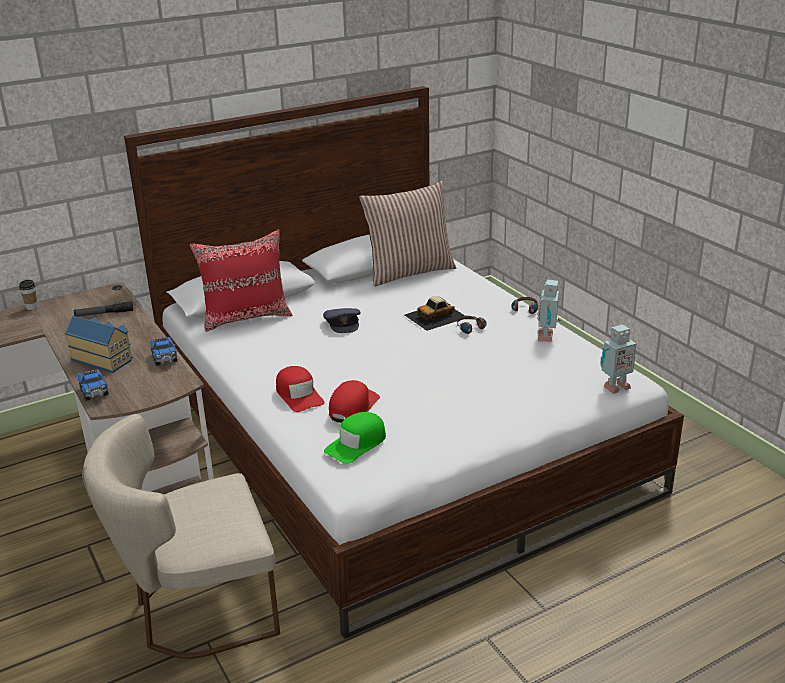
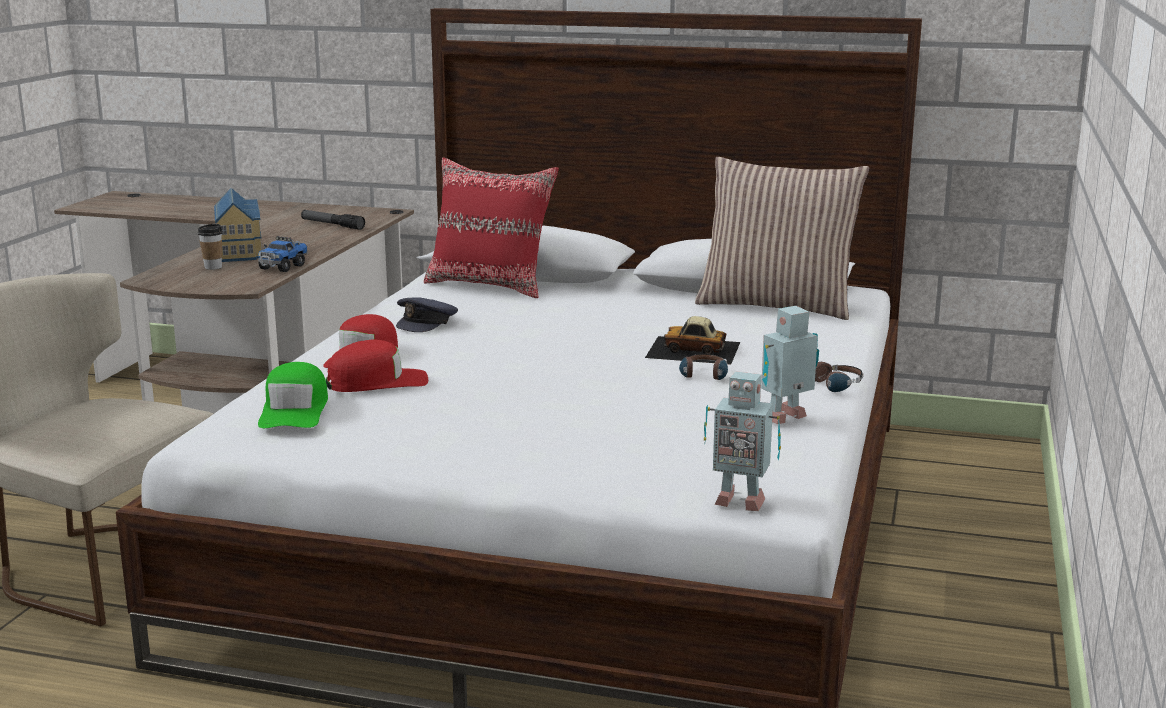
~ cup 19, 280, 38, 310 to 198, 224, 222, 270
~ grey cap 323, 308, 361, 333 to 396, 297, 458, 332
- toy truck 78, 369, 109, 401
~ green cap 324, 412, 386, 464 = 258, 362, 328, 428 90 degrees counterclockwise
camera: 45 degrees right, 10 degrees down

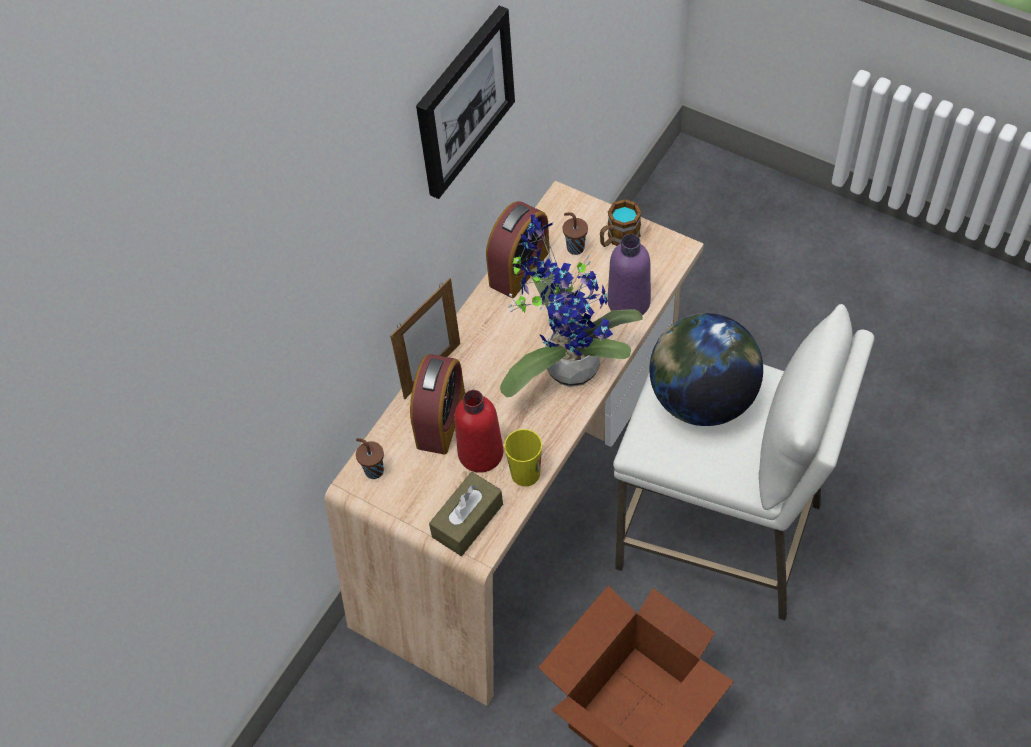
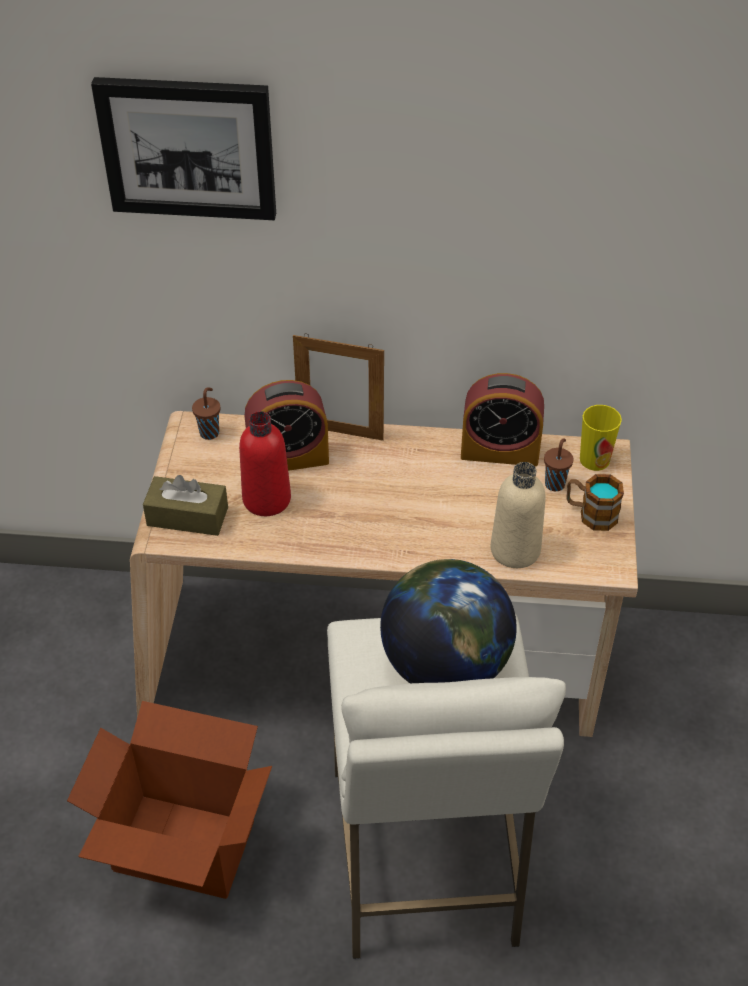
~ picture 416, 5, 515, 199 to 91, 77, 276, 220
- potted plant 500, 215, 643, 397
~ purple bottle 607, 234, 651, 315 to beige bottle 491, 462, 546, 568
~ cup 504, 429, 542, 486 to 580, 405, 622, 471
camera: 60 degrees right, 10 degrees down

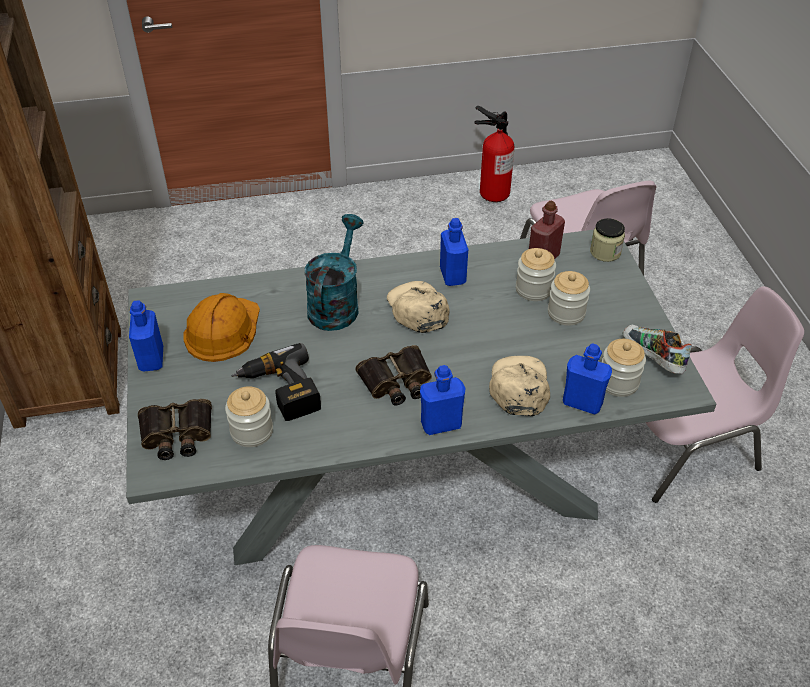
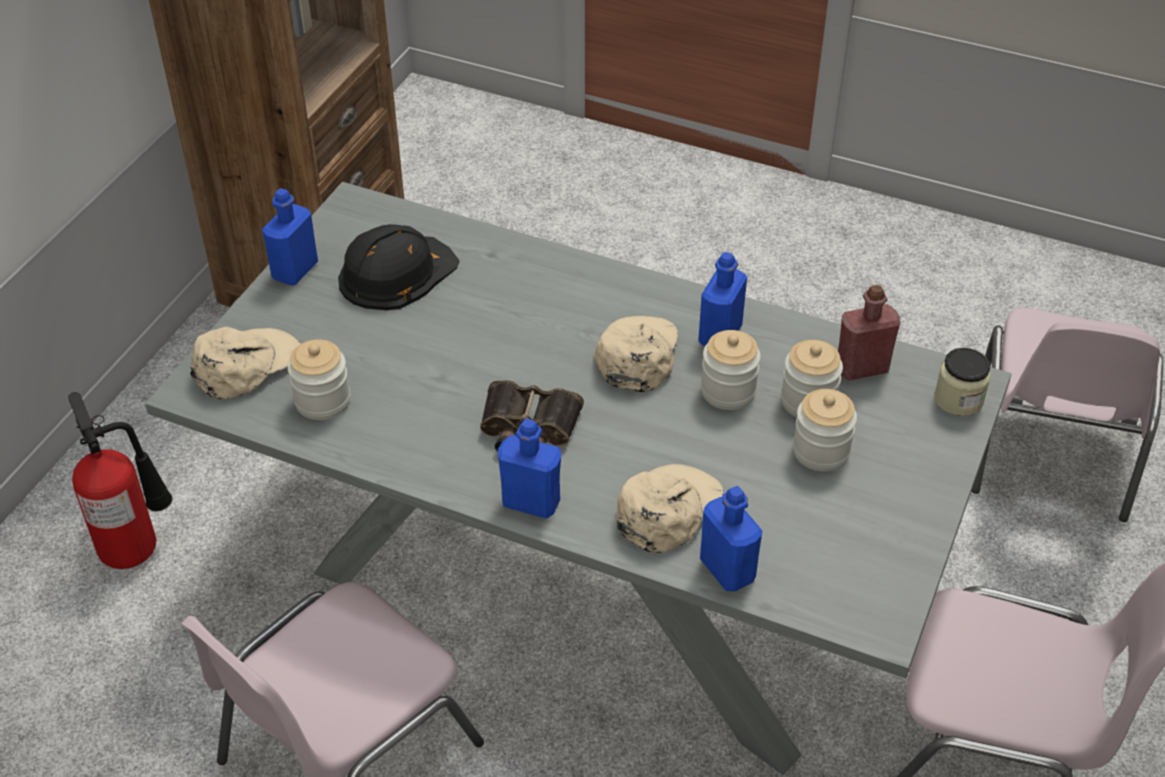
~ fire extinguisher 474, 106, 514, 202 to 68, 392, 173, 569
- turquoise watering can 305, 214, 364, 331
~ orange hard hat 183, 293, 260, 362 to black hard hat 338, 224, 460, 310
- shoe 622, 325, 692, 374
~ jar 602, 339, 646, 397 to 701, 330, 761, 410
- power drill 232, 343, 321, 421
~ binoculars 138, 399, 212, 460 to beige cap 190, 327, 301, 399
camera: 35 degrees right, 0 degrees up

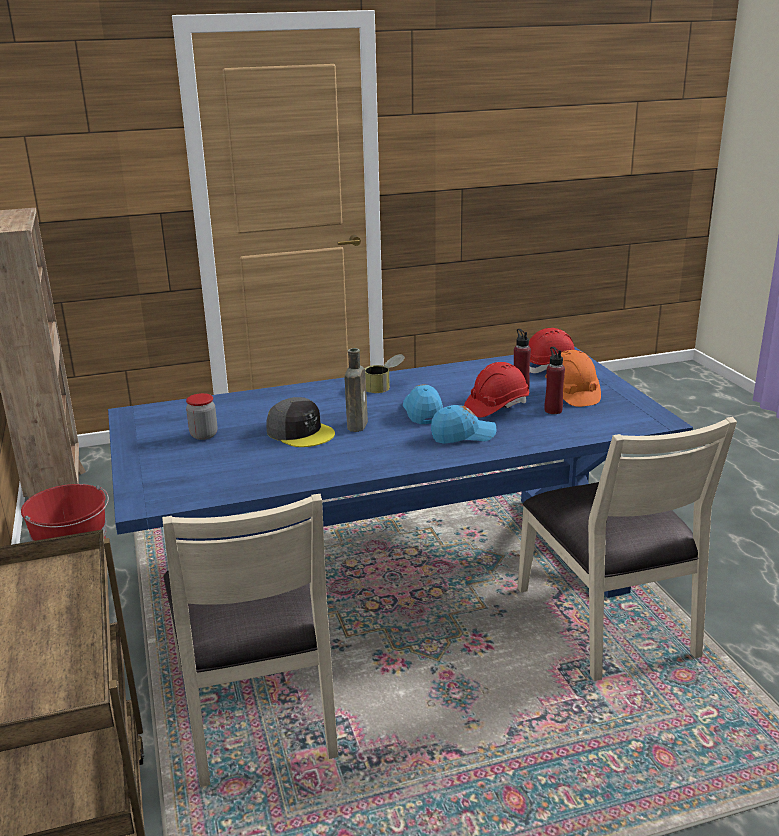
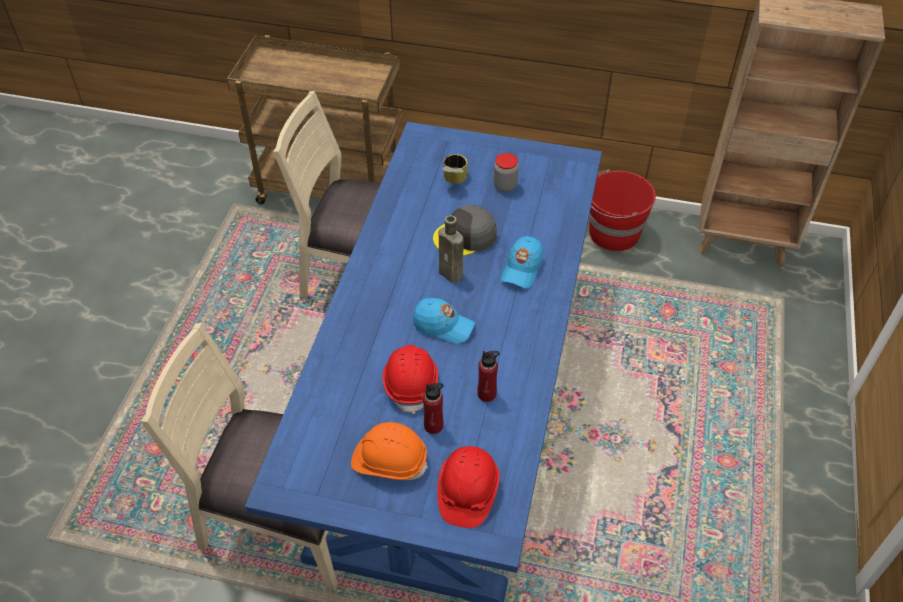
~ red bottle 544, 347, 565, 414 to 477, 351, 499, 402
~ can 364, 354, 405, 393 to 442, 154, 468, 184
~ blue cap 431, 405, 497, 444 to 500, 236, 543, 288
camera: 120 degrees right, 25 degrees up

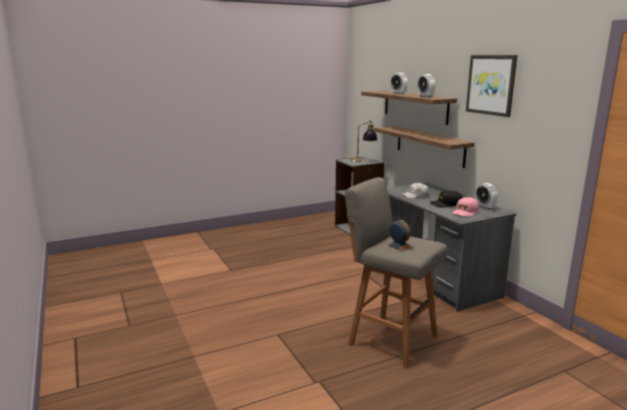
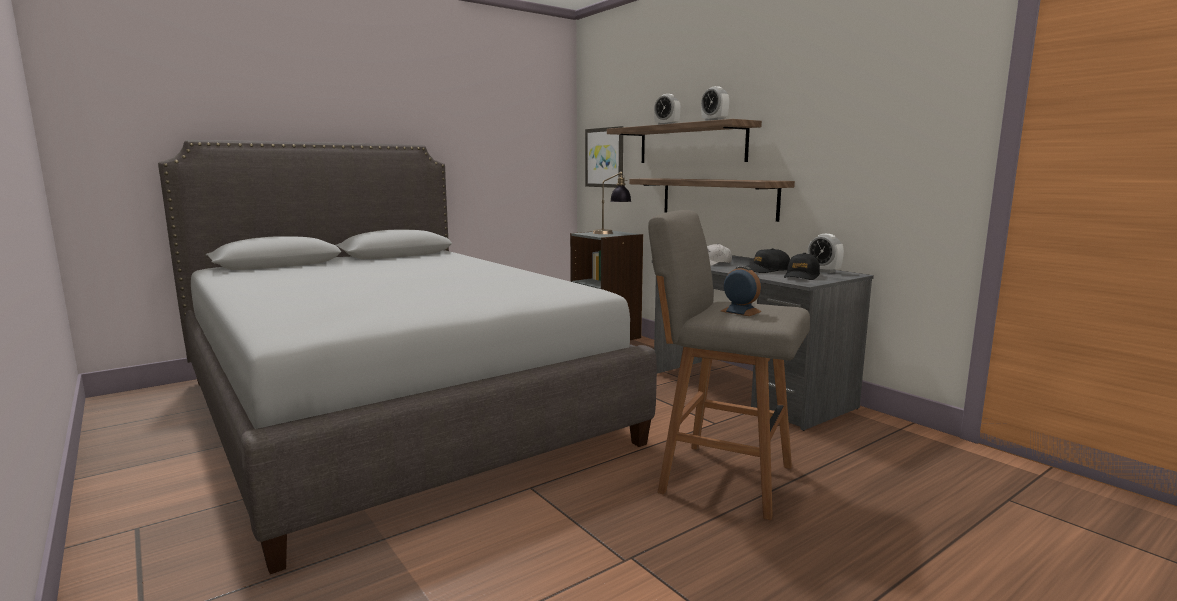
~ picture 466, 55, 517, 117 to 585, 126, 623, 188
~ pink cap 452, 197, 479, 217 to black cap 784, 253, 820, 280
+ grey bed 158, 140, 657, 574
camera: 10 degrees left, 5 degrees down

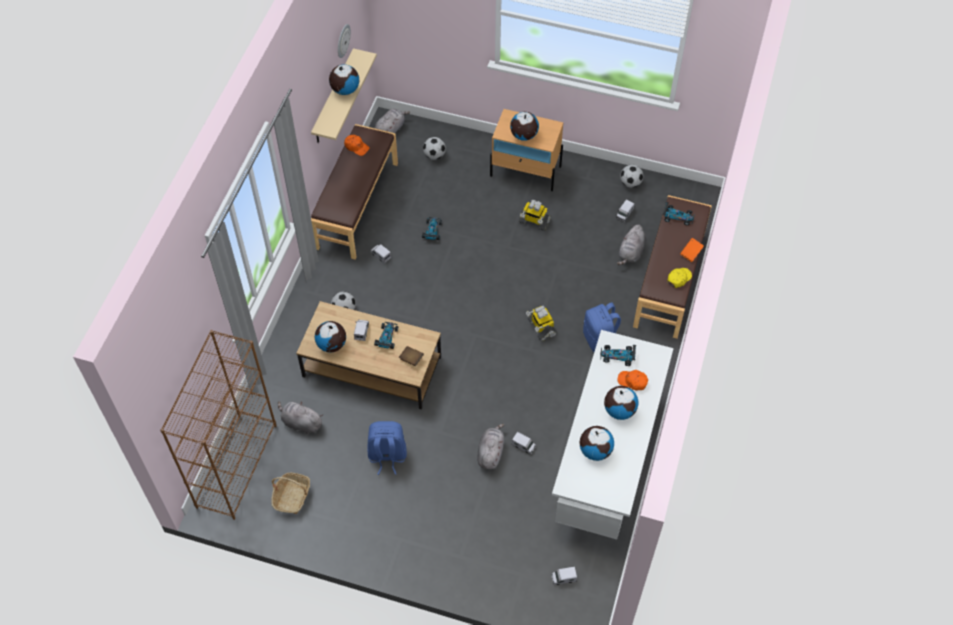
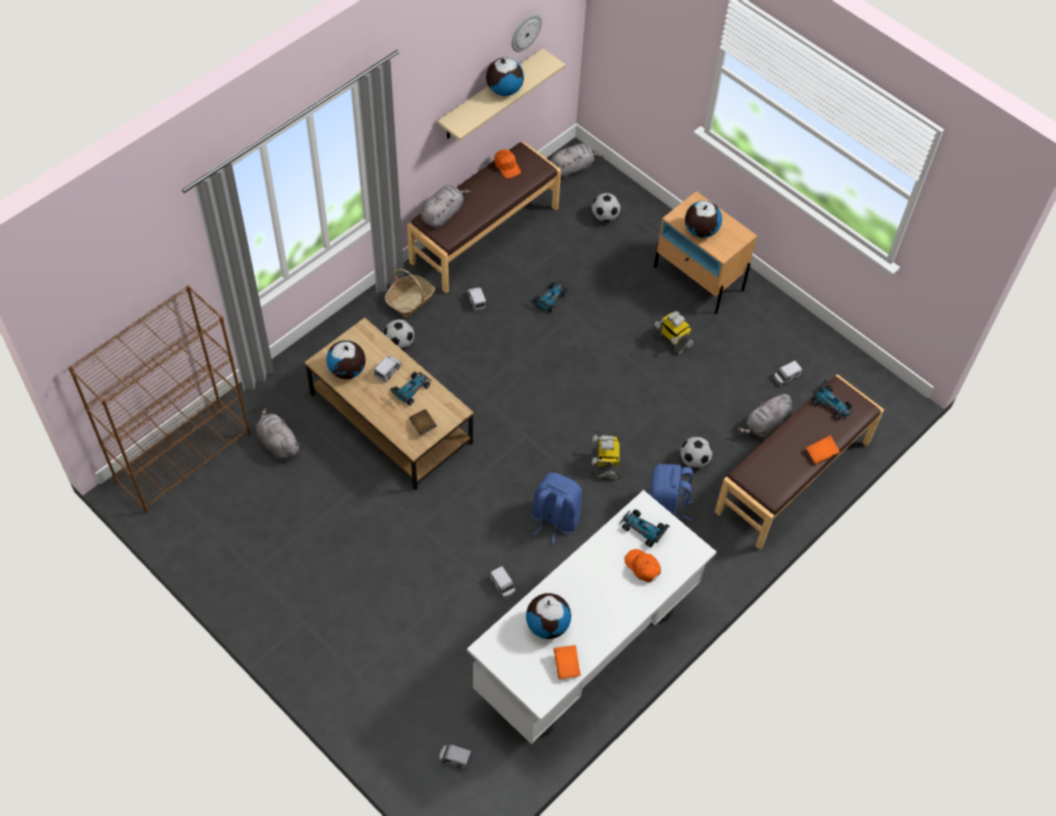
~ football 620, 165, 643, 188 to 680, 437, 713, 469
- yellow cap 667, 268, 692, 288
- globe 604, 386, 638, 420
~ blue backpack 367, 421, 407, 475 to 532, 473, 582, 544
~ grey plush toy 477, 424, 505, 470 to 421, 185, 471, 228
~ basket 271, 473, 310, 514 to 385, 269, 435, 317
+ orange book 554, 645, 581, 679
camera: 25 degrees right, 0 degrees up

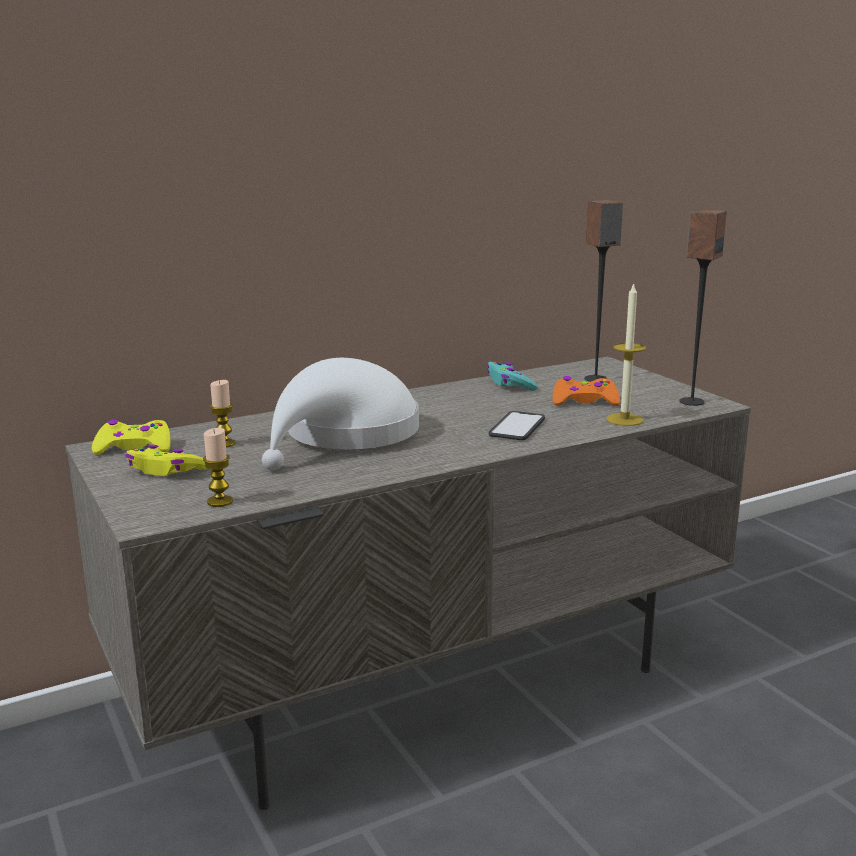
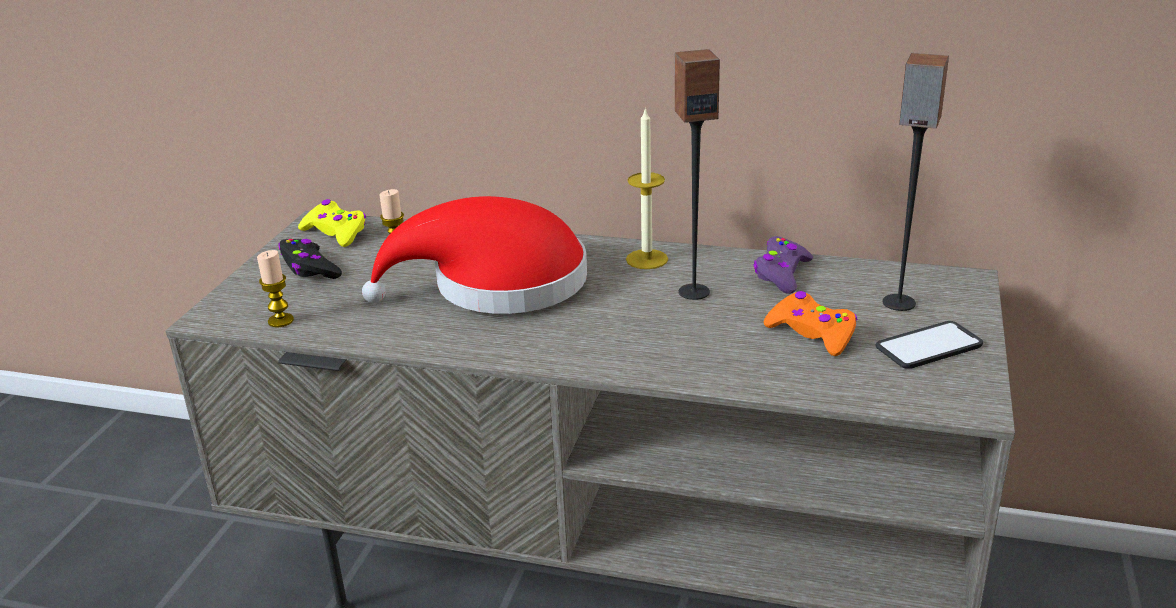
~ speaker 679, 209, 727, 406 to 675, 49, 720, 300
~ candle 606, 282, 646, 426 to 626, 108, 668, 269
~ white hat 262, 358, 419, 471 to red hat 362, 196, 587, 314
~ turquoise game controller 487, 362, 538, 391 to purple game controller 753, 236, 813, 294
~ phone 489, 411, 545, 440 to 875, 321, 983, 369
~ yellow game controller 125, 445, 206, 476 to black game controller 279, 239, 342, 279
camera: 45 degrees right, 10 degrees up

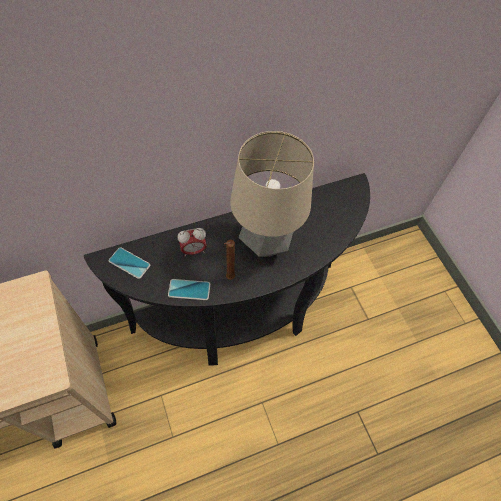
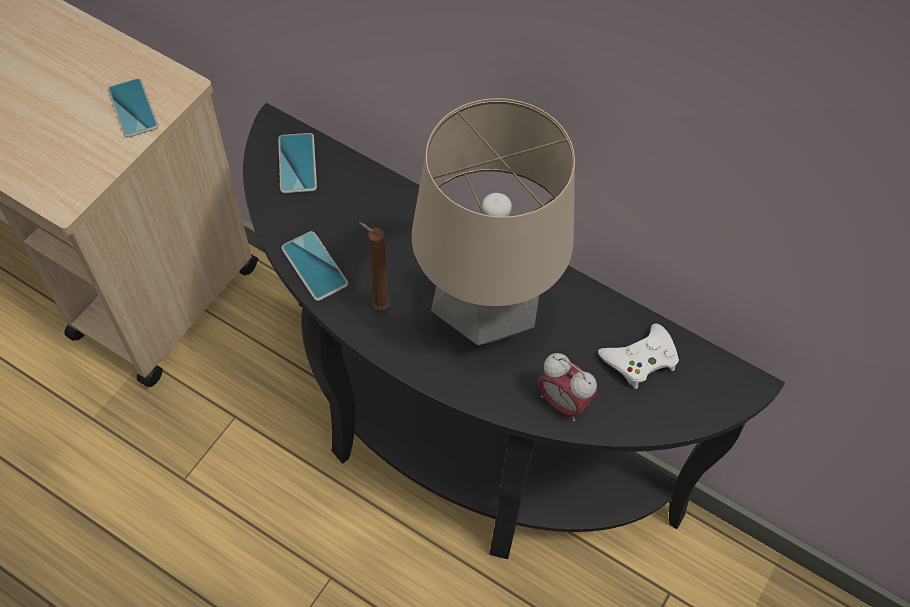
~ alarm clock 178, 228, 207, 256 to 537, 353, 597, 421
+ phone 108, 78, 159, 137
+ white game controller 598, 323, 679, 389
camera: 55 degrees right, 0 degrees up

